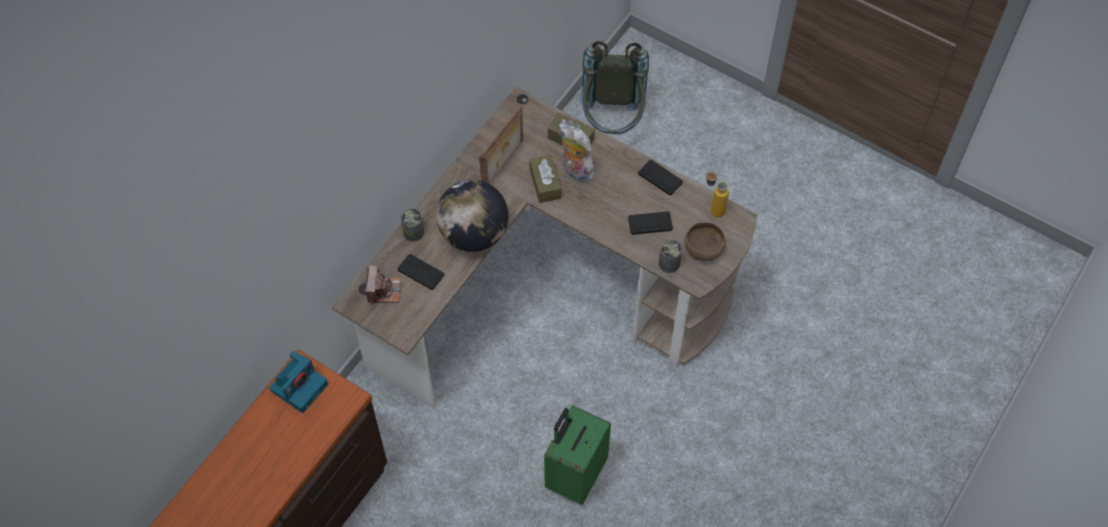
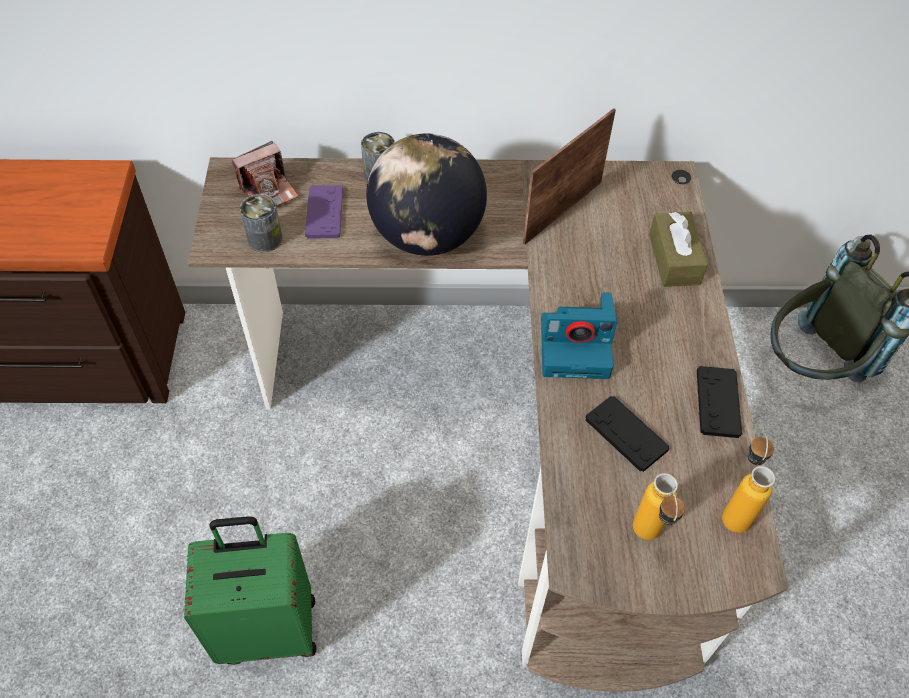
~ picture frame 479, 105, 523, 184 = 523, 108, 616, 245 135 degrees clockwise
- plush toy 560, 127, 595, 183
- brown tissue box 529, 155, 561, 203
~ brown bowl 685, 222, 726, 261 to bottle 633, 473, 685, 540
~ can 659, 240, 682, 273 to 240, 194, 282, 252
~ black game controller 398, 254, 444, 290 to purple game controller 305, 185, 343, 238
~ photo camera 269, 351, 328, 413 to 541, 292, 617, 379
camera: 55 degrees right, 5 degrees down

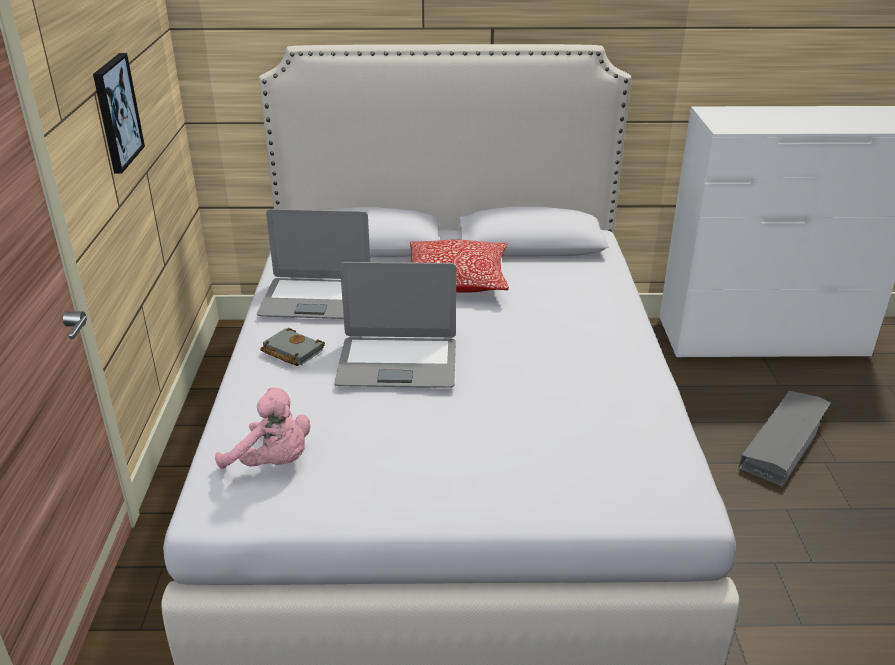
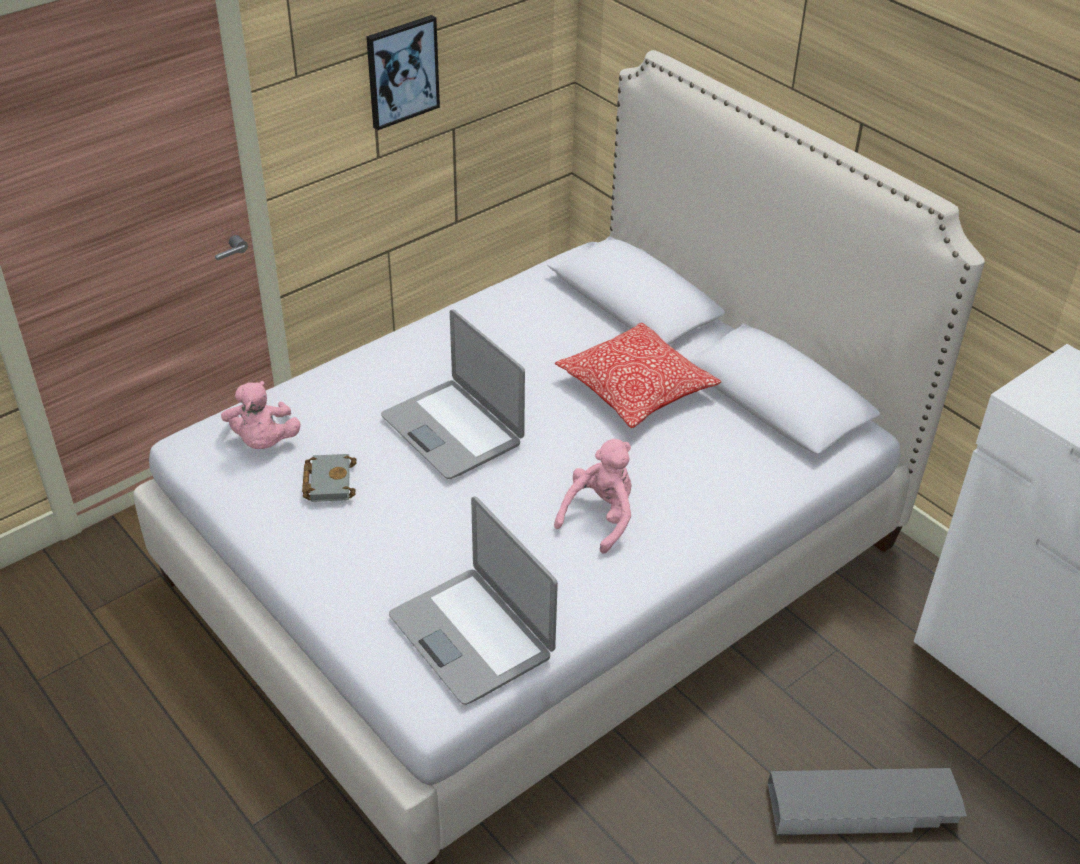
~ laptop 257, 209, 370, 319 to 389, 496, 558, 705
~ grey book 260, 328, 325, 366 to 302, 454, 357, 502
+ pink plush toy 554, 439, 632, 554
camera: 50 degrees right, 10 degrees up

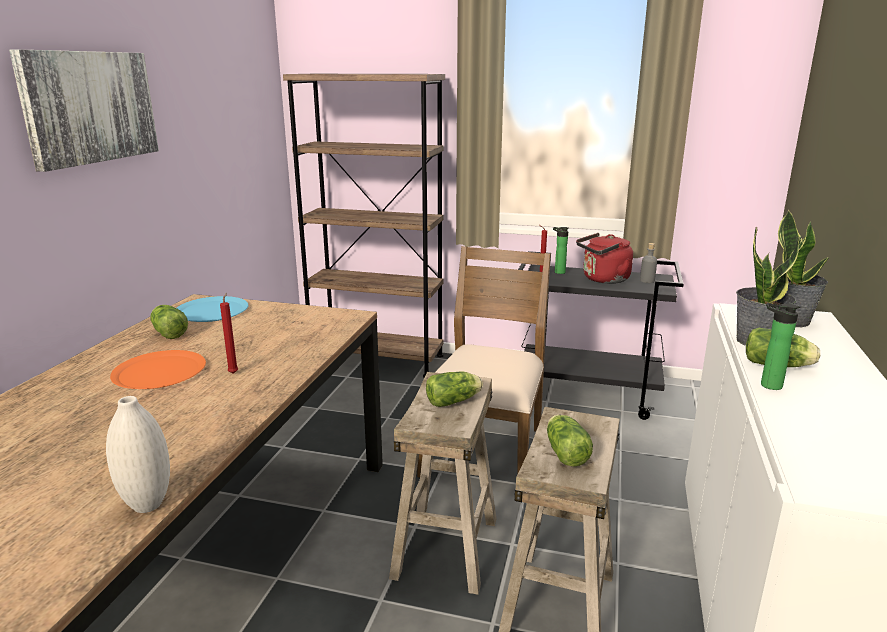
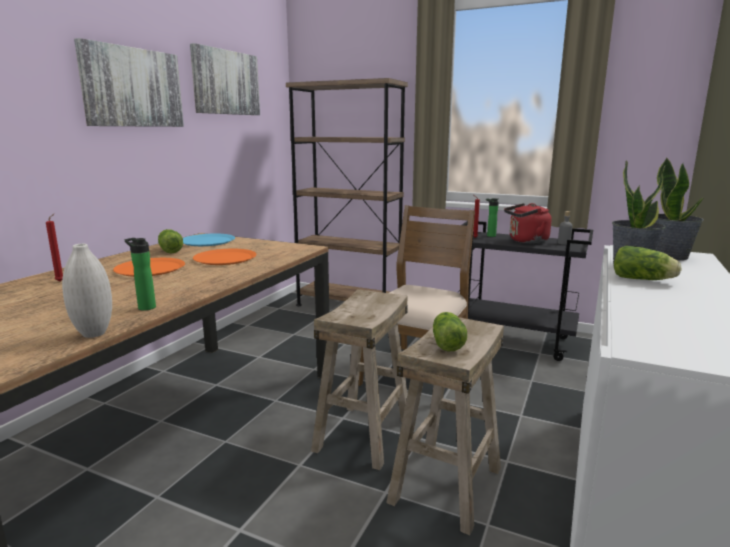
~ red candle 220, 293, 238, 374 to 46, 214, 63, 281
~ bottle 761, 303, 800, 390 to 125, 238, 156, 311
- lettuce 426, 372, 483, 407
+ picture 190, 43, 260, 115
+ orange plate 193, 249, 256, 265
camera: 10 degrees right, 5 degrees down

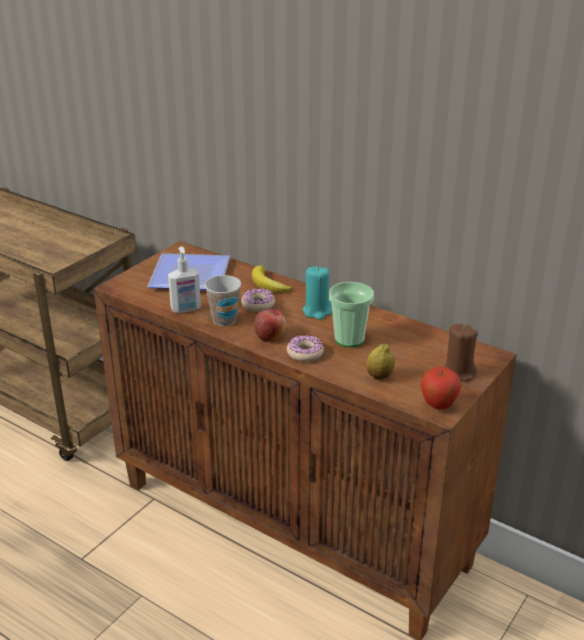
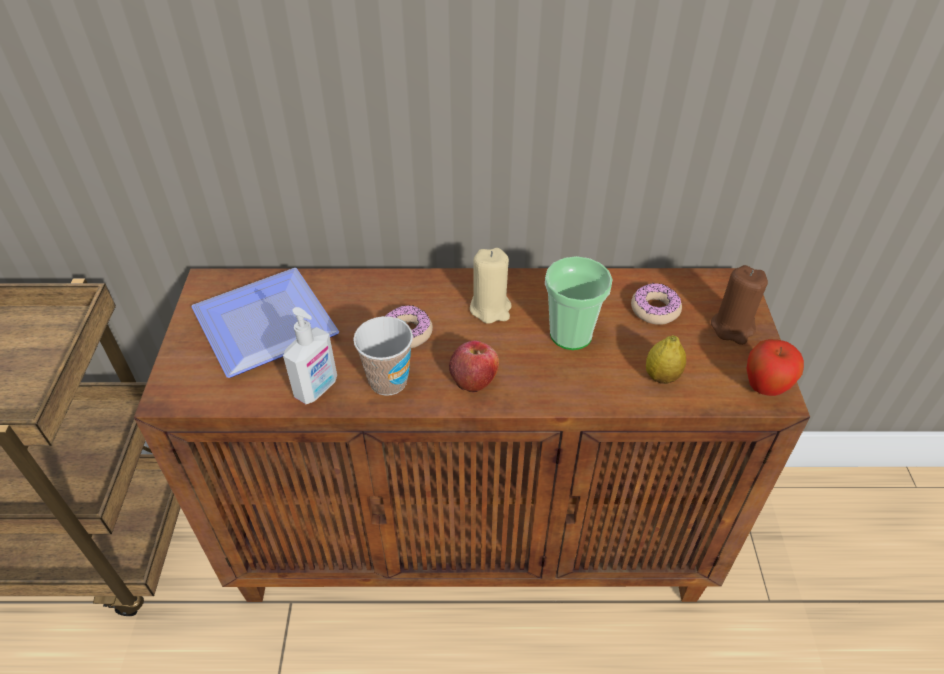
- banana 252, 265, 292, 293
~ turquoise candle 303, 266, 332, 320 to beige candle 470, 248, 512, 324
~ donut 287, 335, 324, 362 to 631, 283, 682, 325
camera: 35 degrees left, 15 degrees up

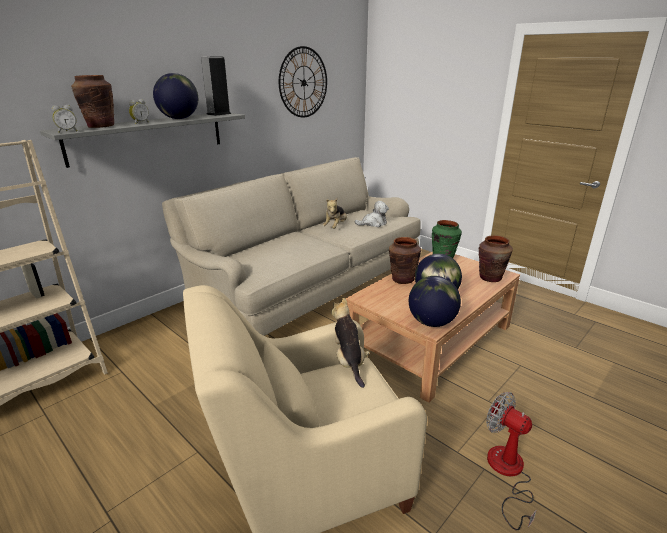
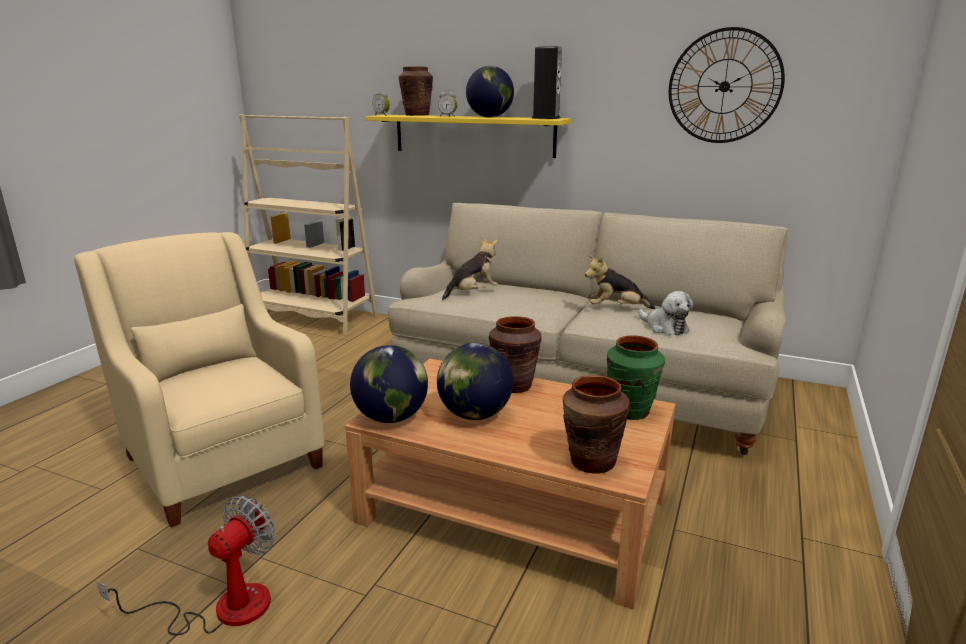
~ grey shelf 40, 113, 245, 168 to yellow shelf 366, 115, 571, 158
~ plush toy 331, 297, 369, 388 to 442, 237, 498, 300
camera: 70 degrees right, 5 degrees down

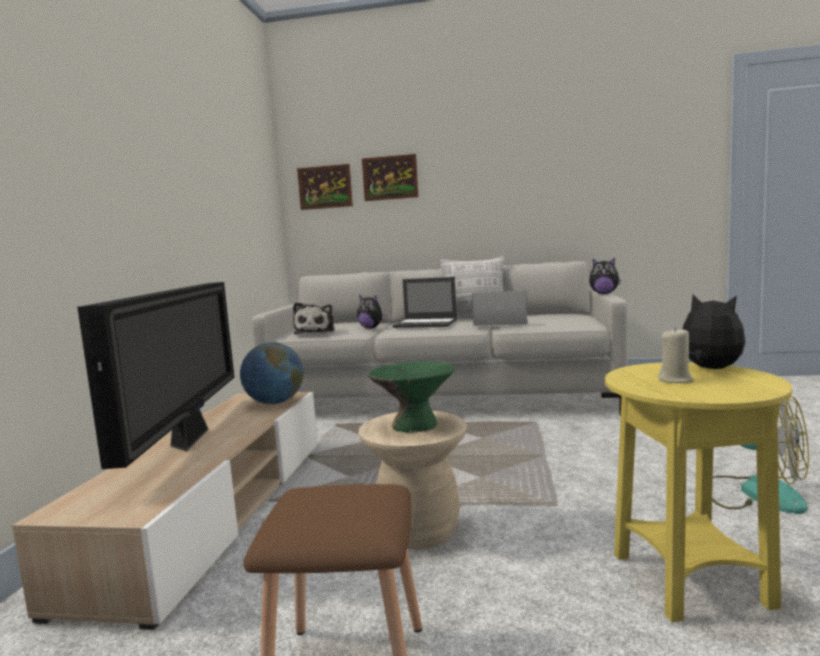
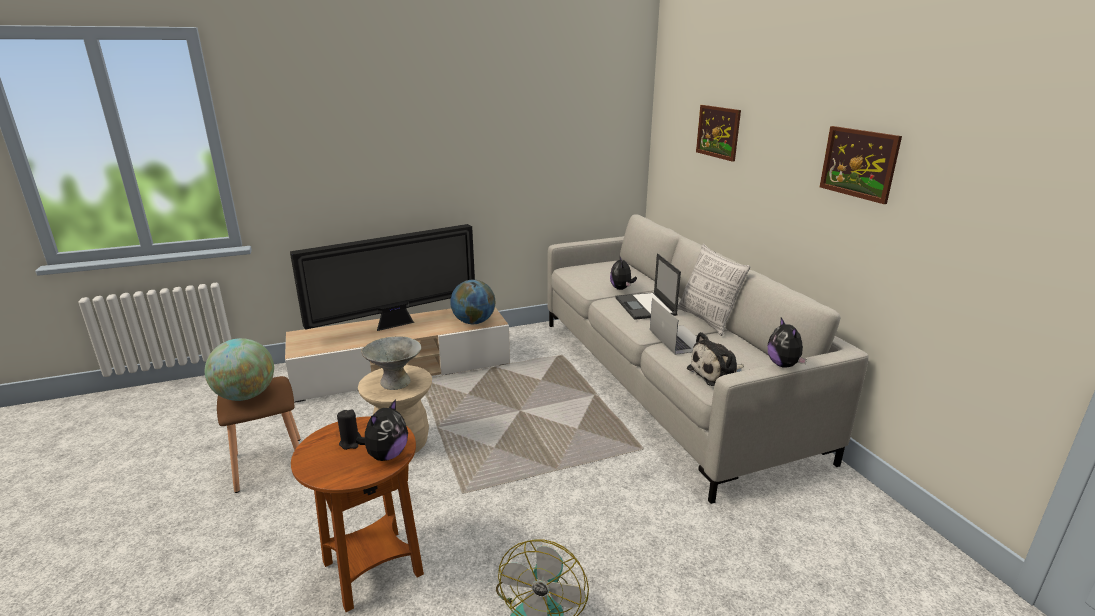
~ picture 297, 164, 353, 210 to 820, 126, 902, 204
~ plush toy 293, 302, 335, 334 to 687, 332, 744, 386
~ beige candle 658, 327, 694, 383 to black candle 337, 409, 361, 450
~ green bowl 368, 361, 455, 433 to grey bowl 361, 336, 421, 390
~ yellow side table 605, 362, 792, 622 to brown side table 291, 416, 424, 612
+ globe 205, 338, 274, 401
camera: 60 degrees right, 15 degrees up

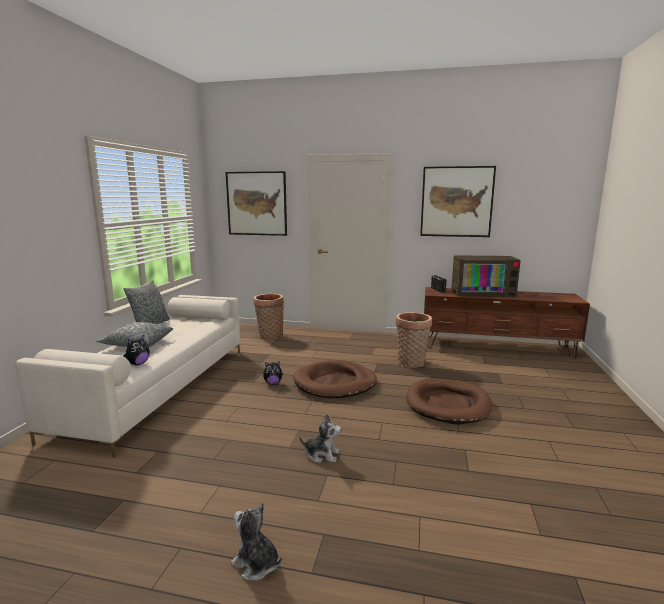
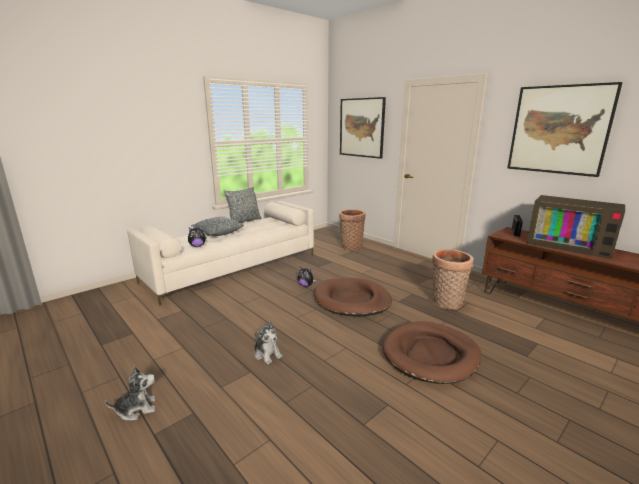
~ plush toy 231, 503, 282, 581 = 105, 366, 156, 421 90 degrees clockwise
camera: 35 degrees right, 5 degrees up

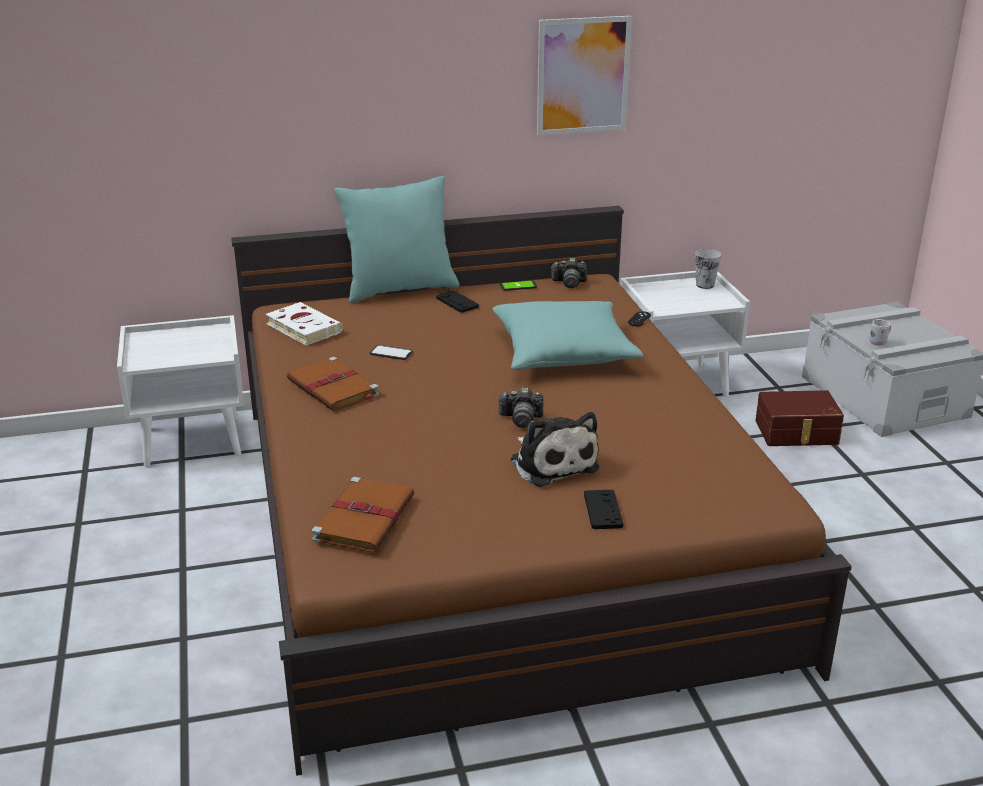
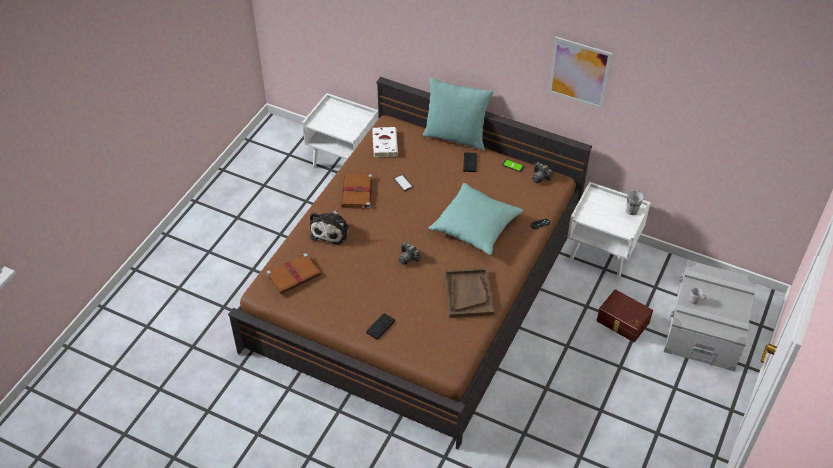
~ plush toy 511, 412, 599, 487 to 310, 210, 349, 245
+ brown tray 444, 268, 494, 318
camera: 40 degrees right, 20 degrees up

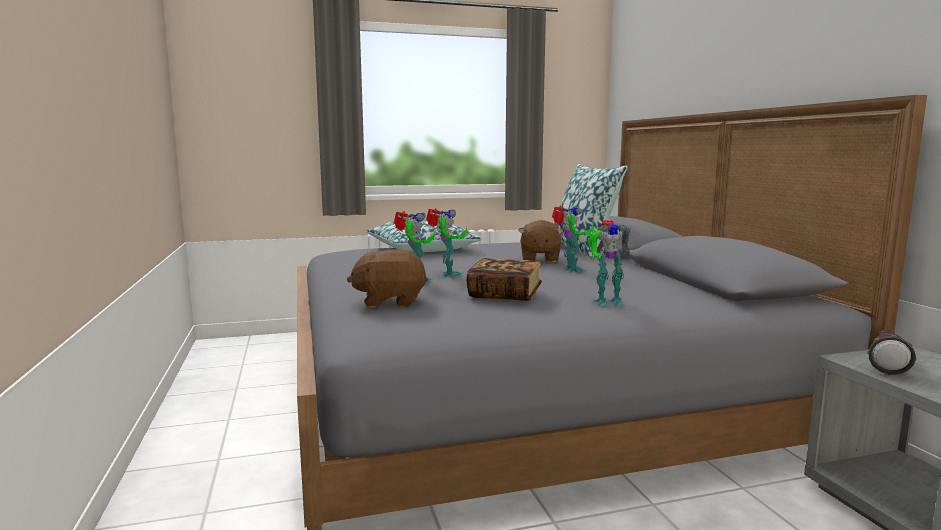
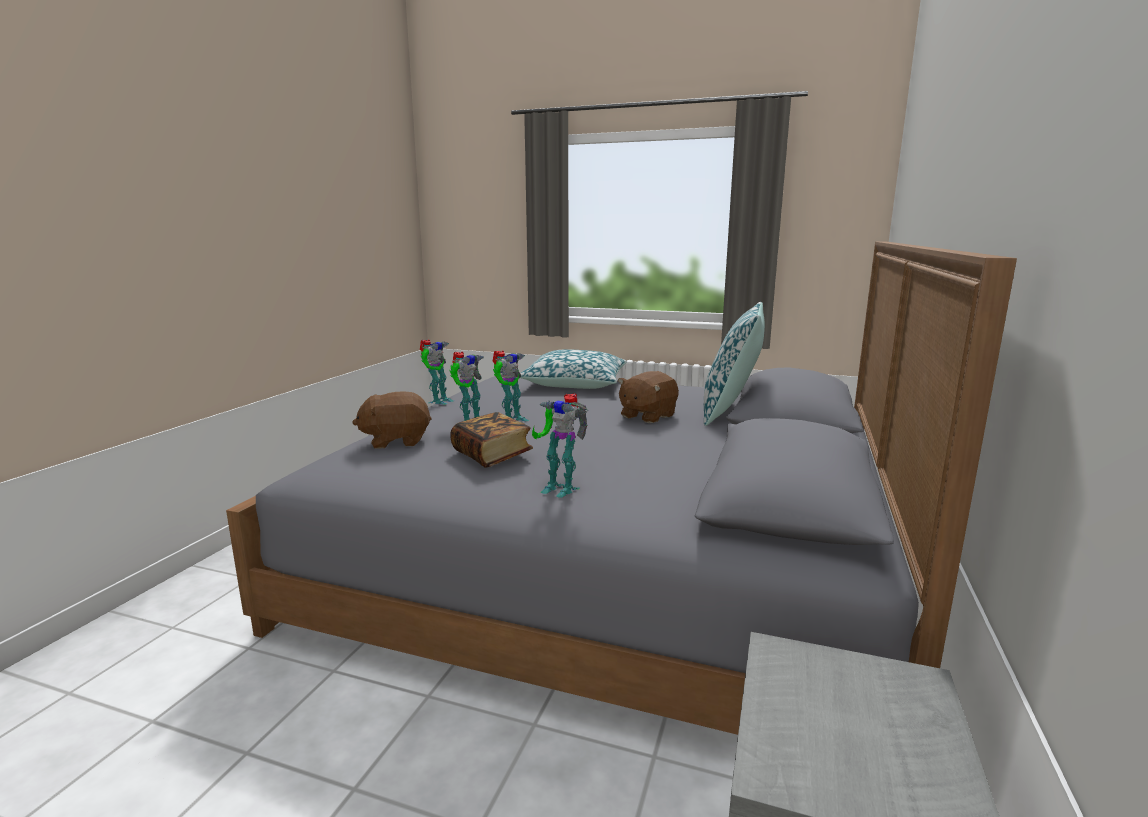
~ toy robot 552, 206, 594, 273 to 420, 339, 454, 405
~ brown plush toy 347, 249, 428, 307 = 352, 392, 432, 449 45 degrees counterclockwise
- flashlight 867, 330, 916, 375
camera: 35 degrees right, 5 degrees up

